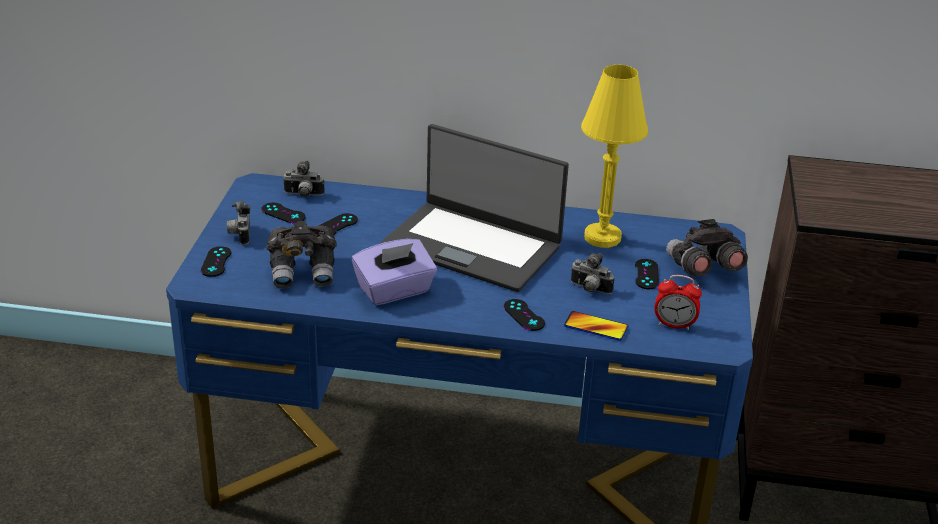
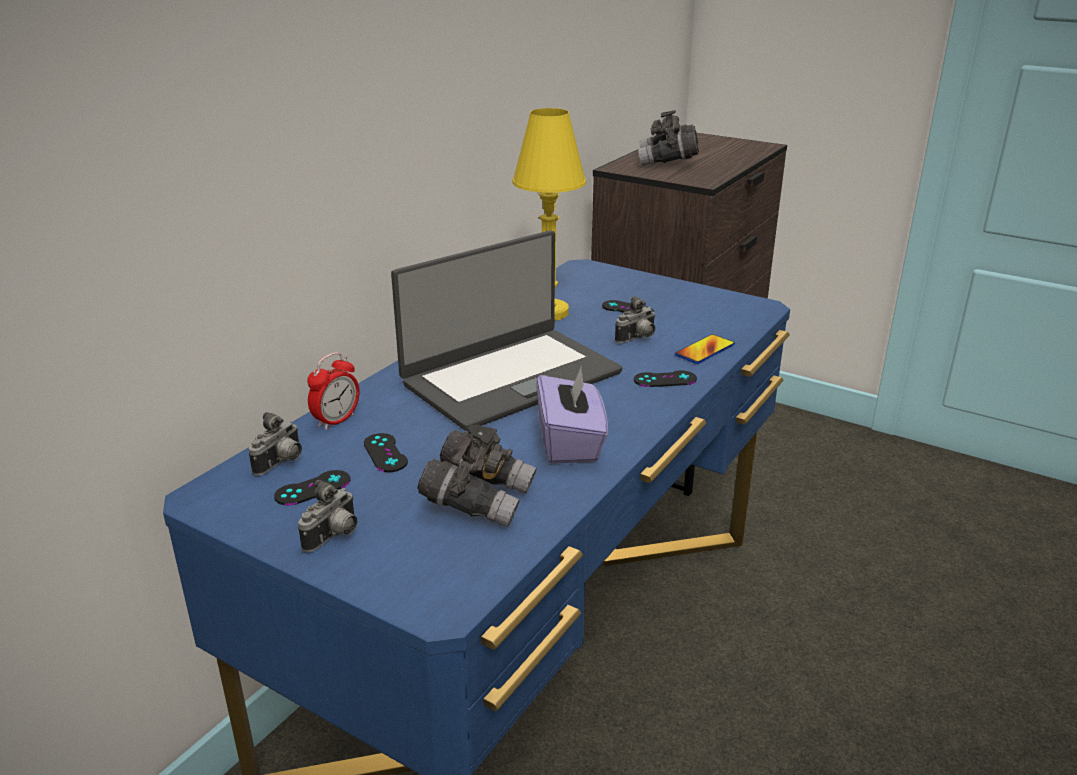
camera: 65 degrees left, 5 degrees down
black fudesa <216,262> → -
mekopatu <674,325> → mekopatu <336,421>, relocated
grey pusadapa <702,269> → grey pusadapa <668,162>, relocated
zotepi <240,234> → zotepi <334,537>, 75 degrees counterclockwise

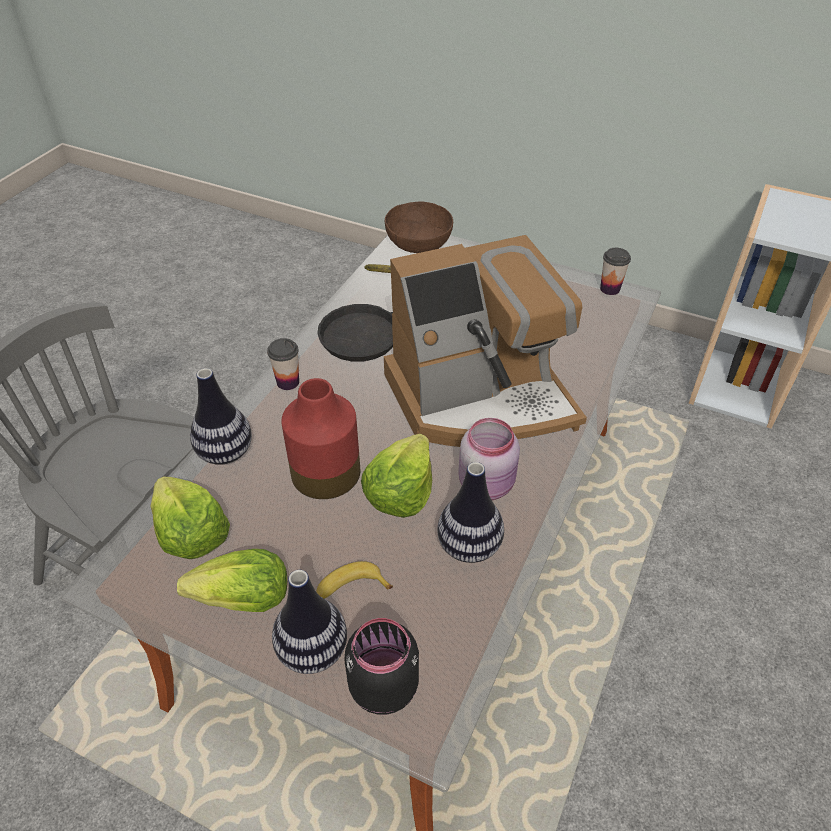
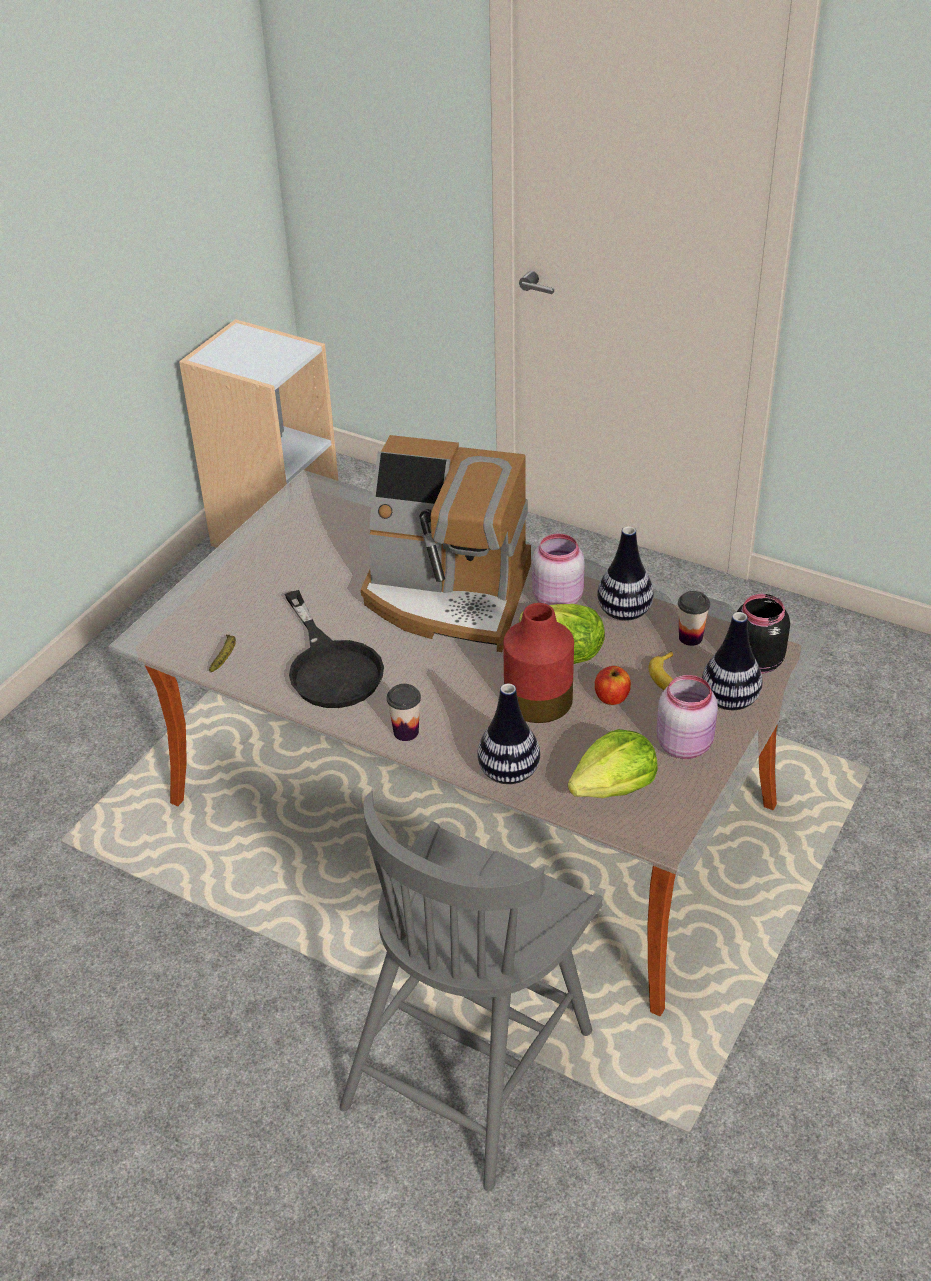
camera: 85 degrees left, 5 degrees down
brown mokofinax <418,243> → -
- → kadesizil <611,697>
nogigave <610,289> → nogigave <690,638>, relocated
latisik <244,600> → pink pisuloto <685,744>
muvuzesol <480,398> → muvuzesol <448,596>, 120 degrees clockwise

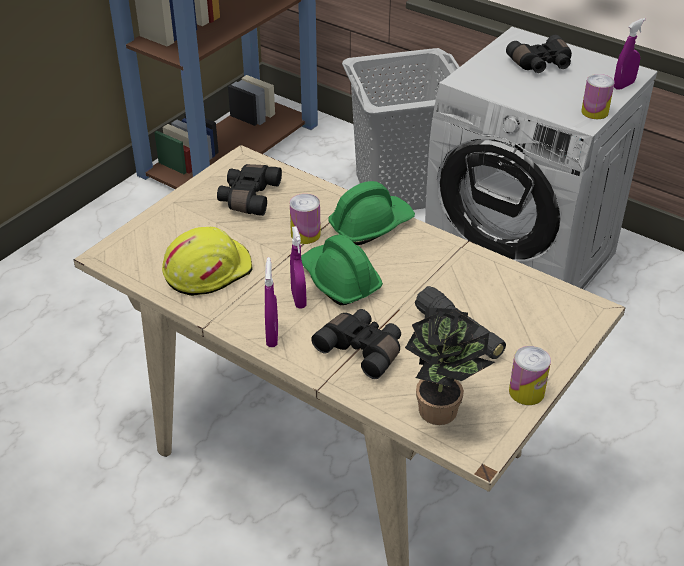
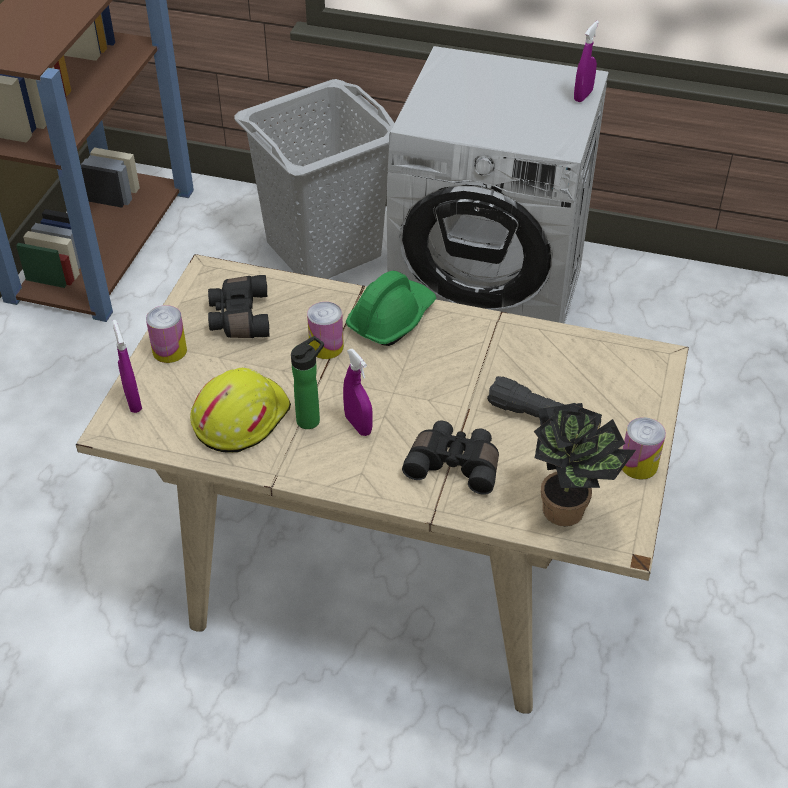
camera: 20 degrees left, 5 degrees up
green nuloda <339,280> → -
black pusadapa <541,64> → -
- → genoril <311,419>
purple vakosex <272,336> → purple vakosex <133,401>, relocated
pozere <594,112> → pozere <169,350>, relocated

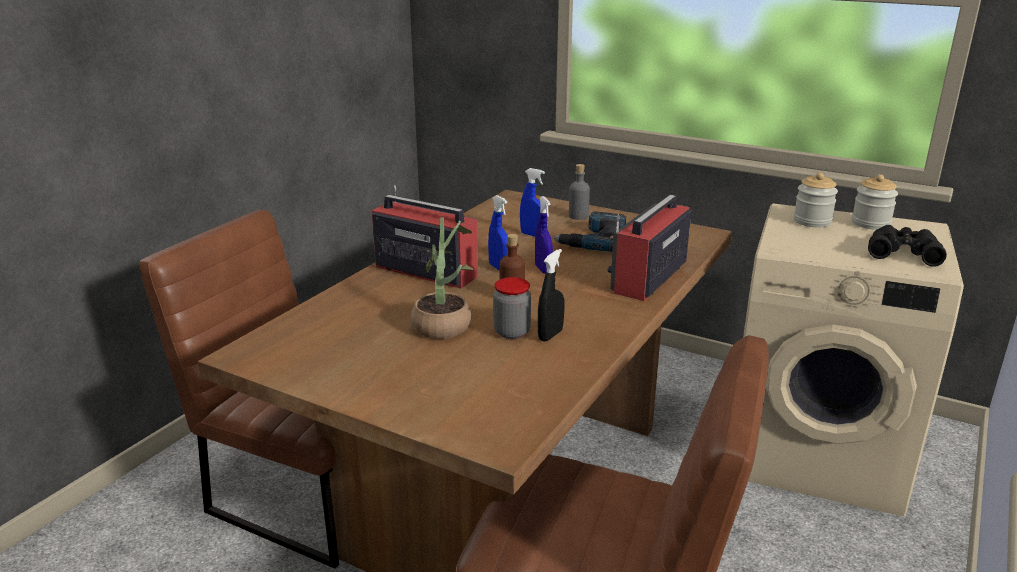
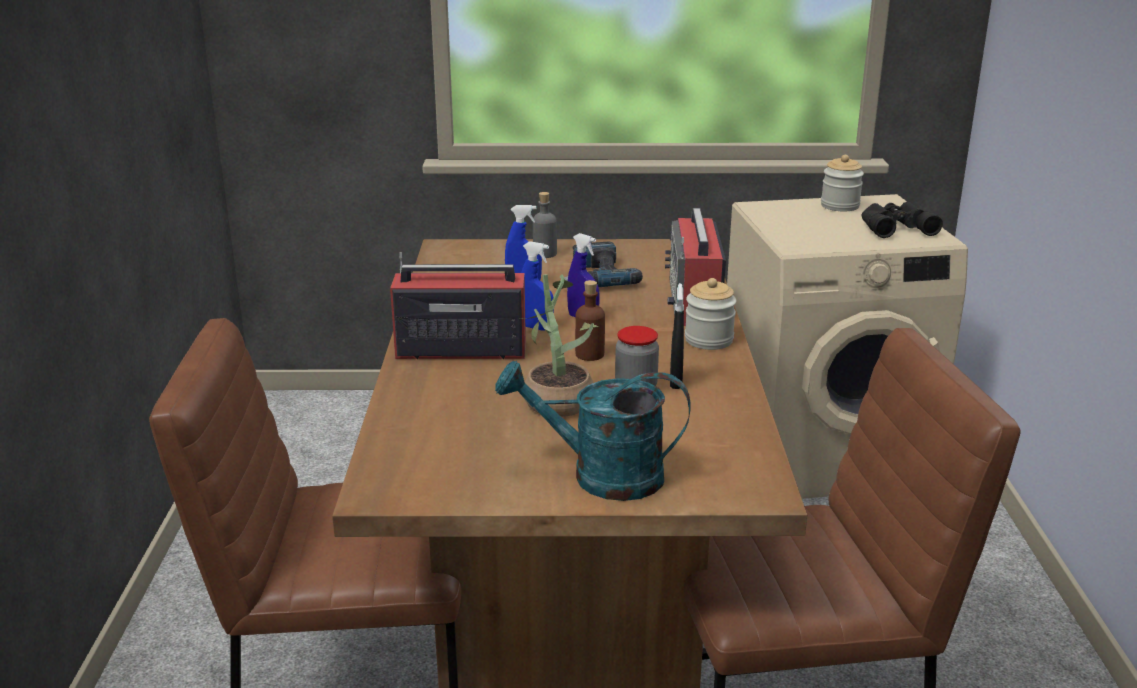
camera: 30 degrees left, 0 degrees up
- → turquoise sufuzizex <600,476>
pisuloto <812,221> → pisuloto <708,340>, relocated

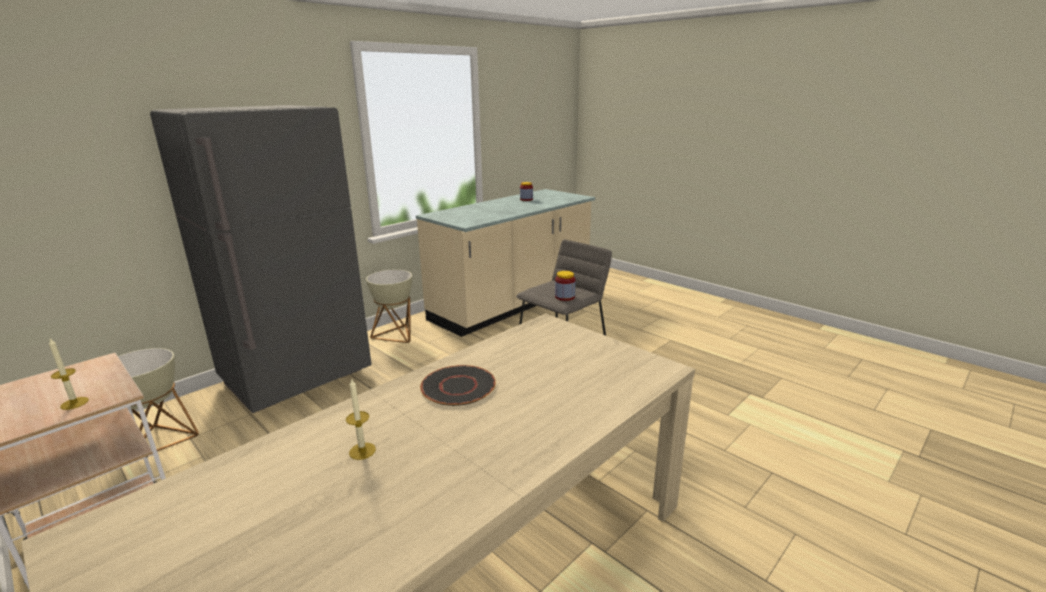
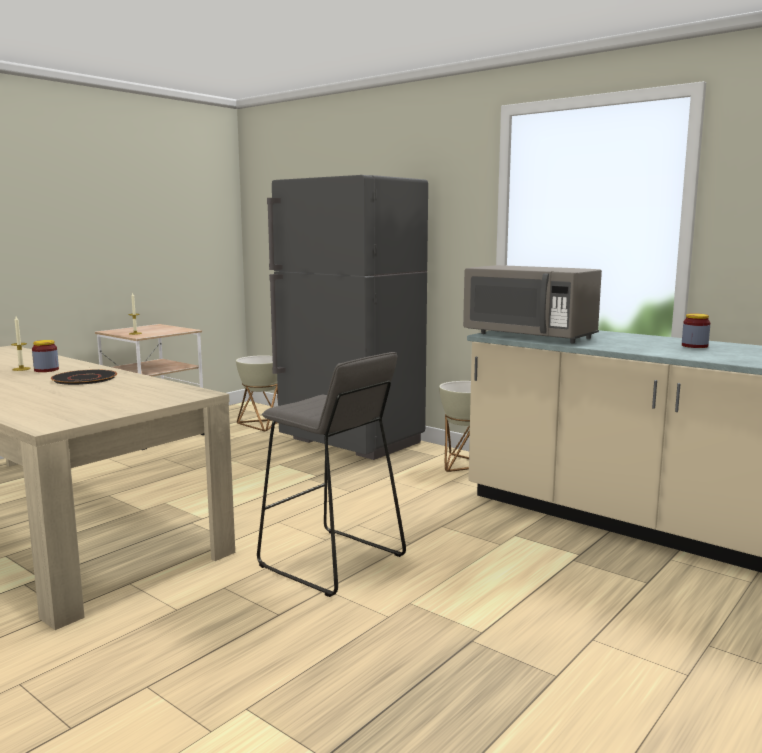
camera: 85 degrees right, 10 degrees down
- → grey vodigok <529,336>
pisuloto <564,297> → pisuloto <46,370>, relocated

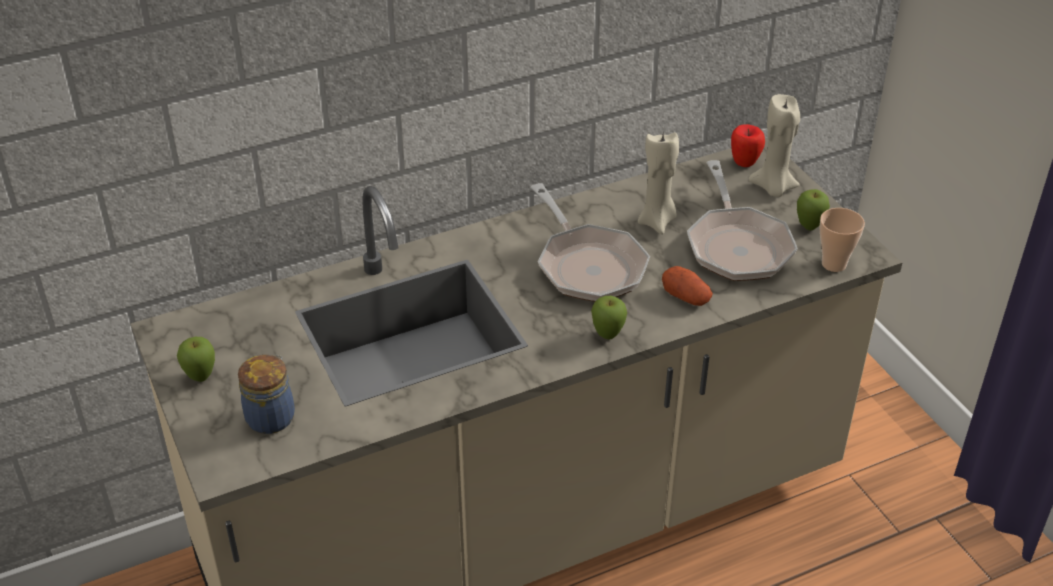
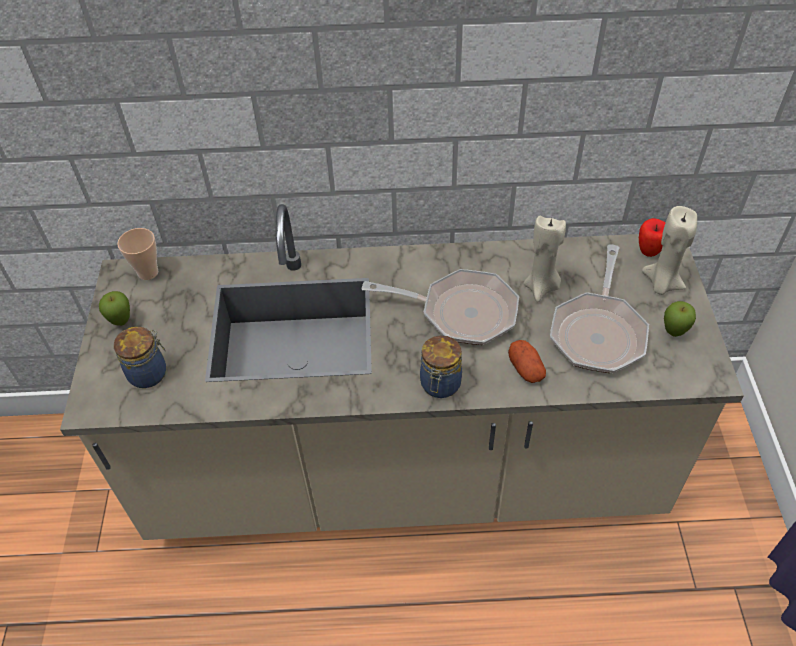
camera: 25 degrees right, 10 degrees up
nogigave <834,264> → nogigave <148,272>, relocated
kadesizil <607,336> → pisuloto <440,385>
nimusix <587,265> → nimusix <460,312>, 75 degrees counterclockwise

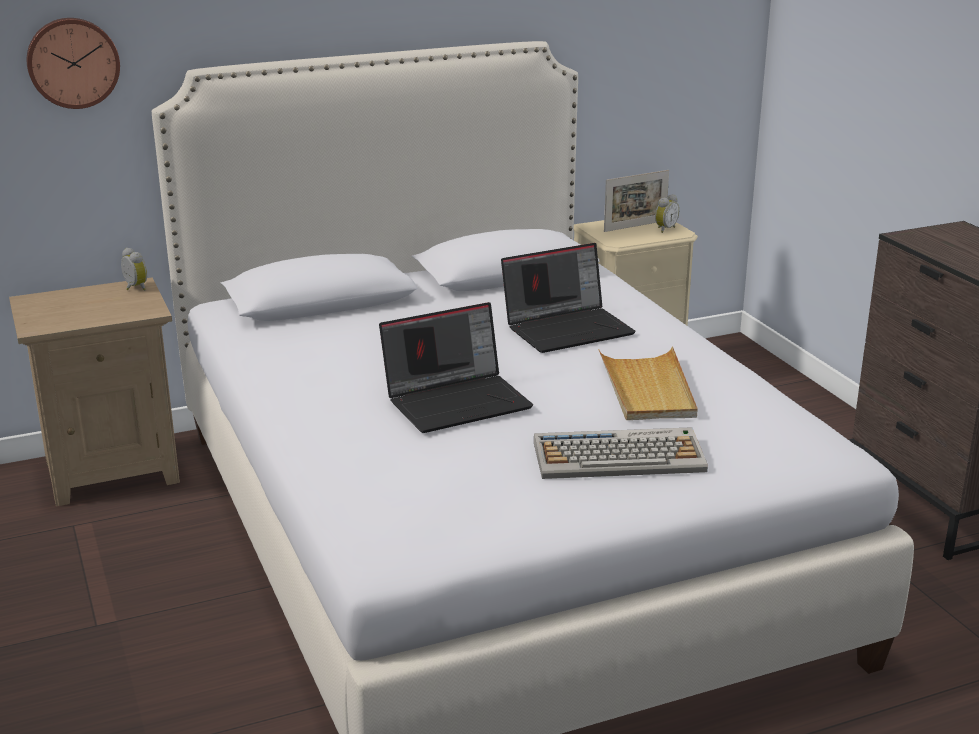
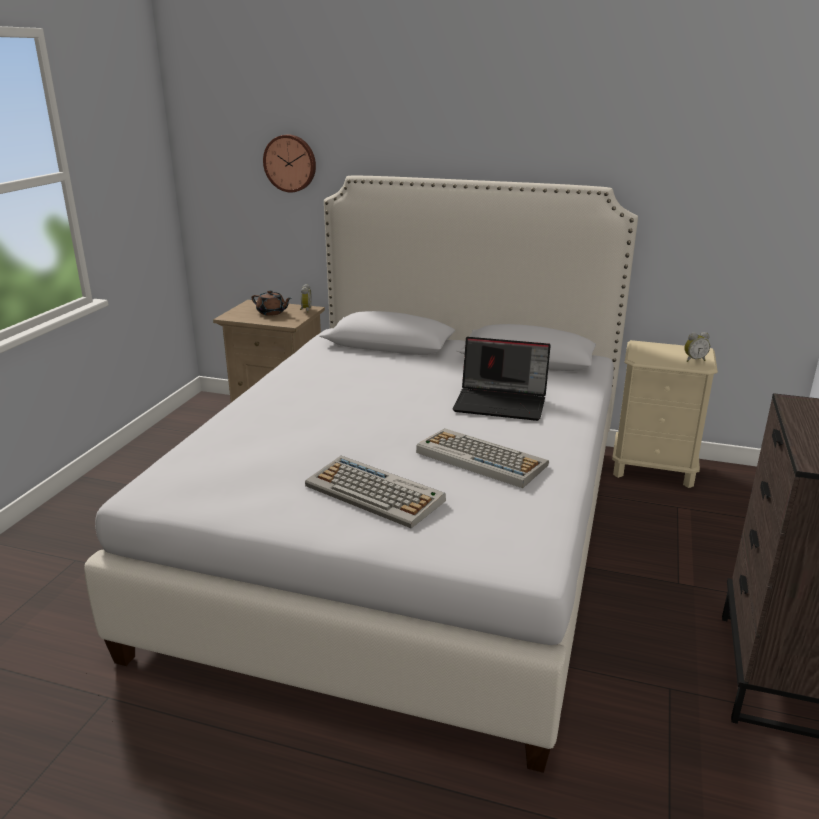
camera: 40 degrees right, 0 degrees up
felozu <458,401> → -
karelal <635,226> → -
- → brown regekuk <272,312>
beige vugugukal <647,389> → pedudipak <479,458>

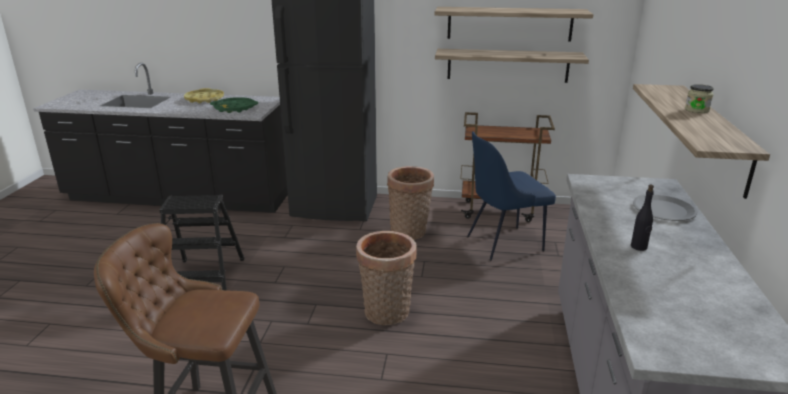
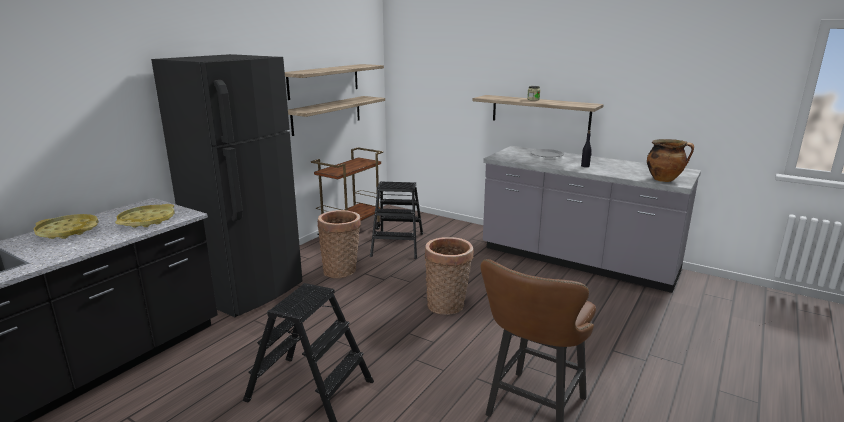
camera: 65 degrees left, 5 degrees down
- → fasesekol <664,179>
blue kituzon <504,244> → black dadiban <397,244>
green vugugukal <235,108> → yellow vugugukal <147,220>

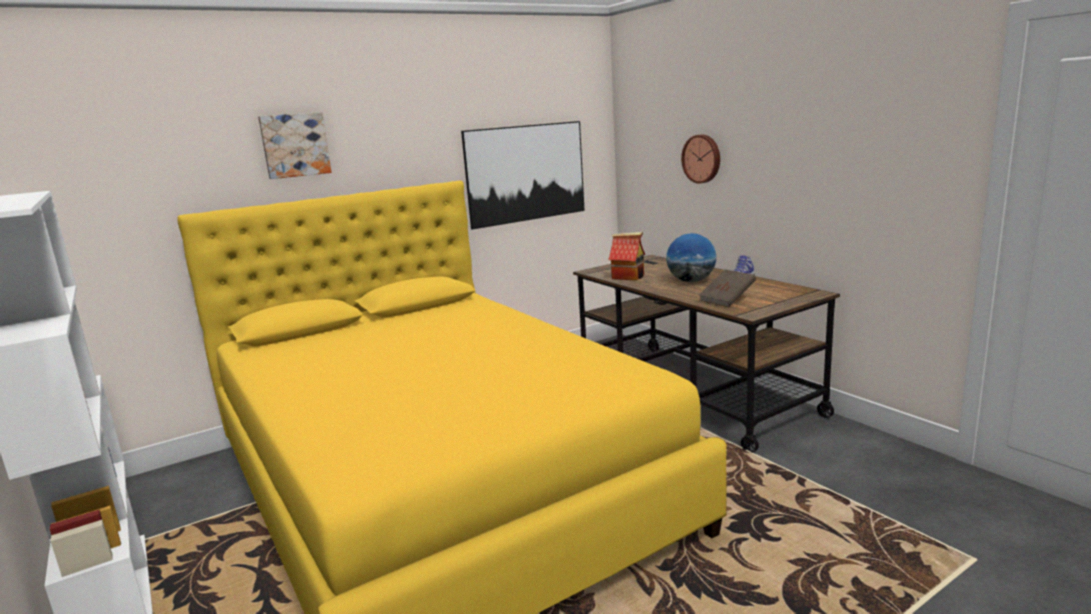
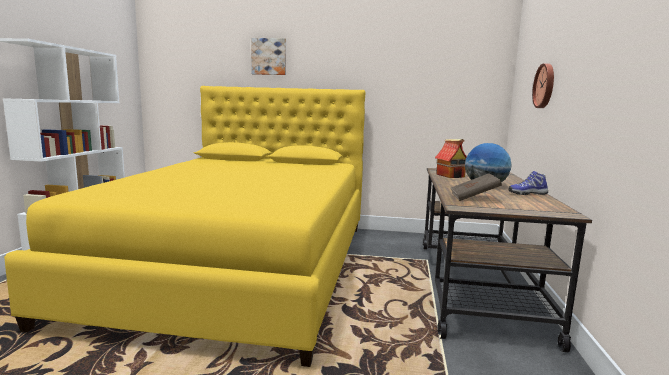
camera: 40 degrees right, 5 degrees down
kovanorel <526,173> → -

